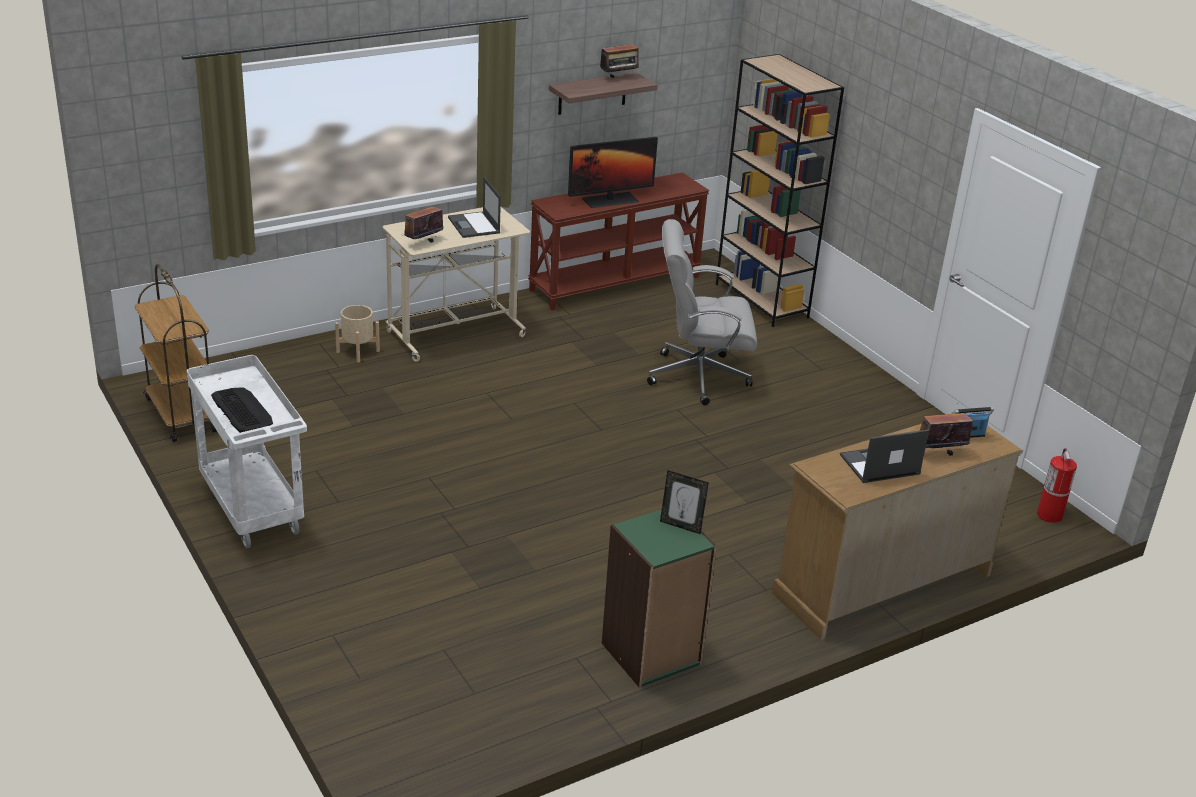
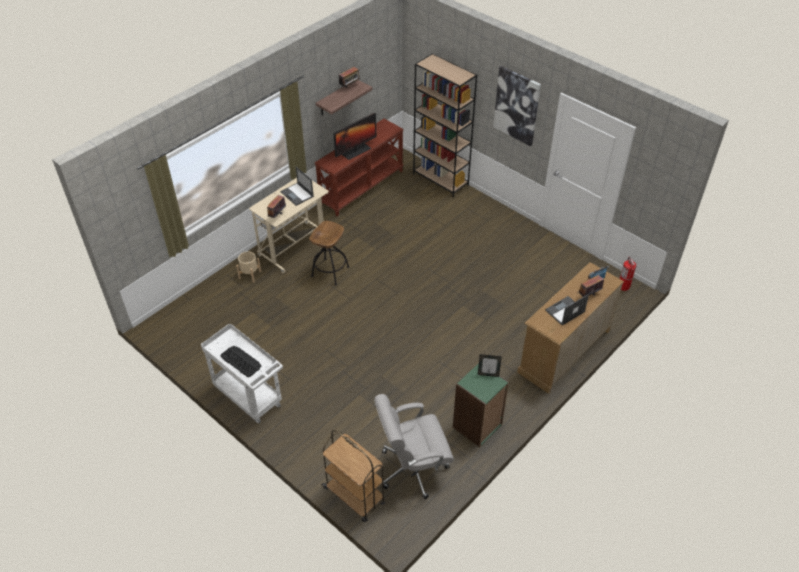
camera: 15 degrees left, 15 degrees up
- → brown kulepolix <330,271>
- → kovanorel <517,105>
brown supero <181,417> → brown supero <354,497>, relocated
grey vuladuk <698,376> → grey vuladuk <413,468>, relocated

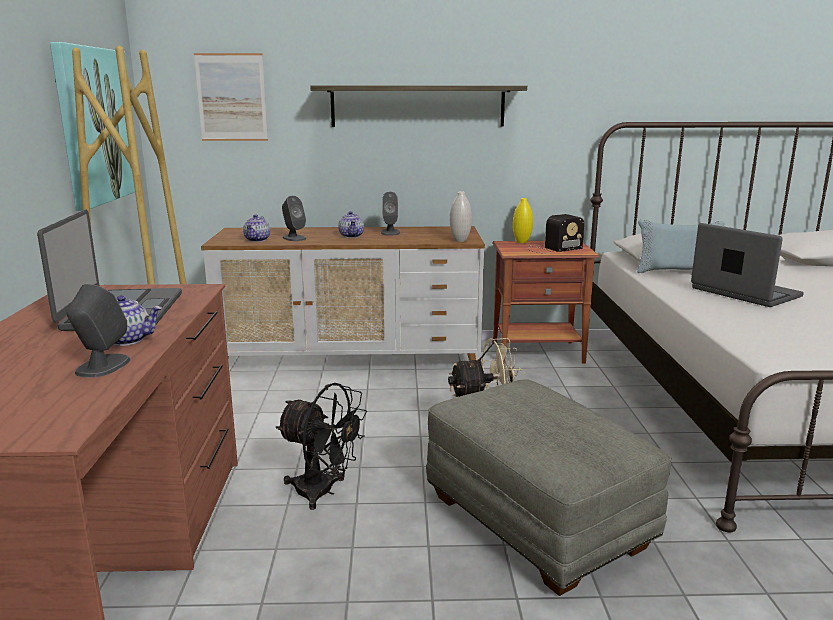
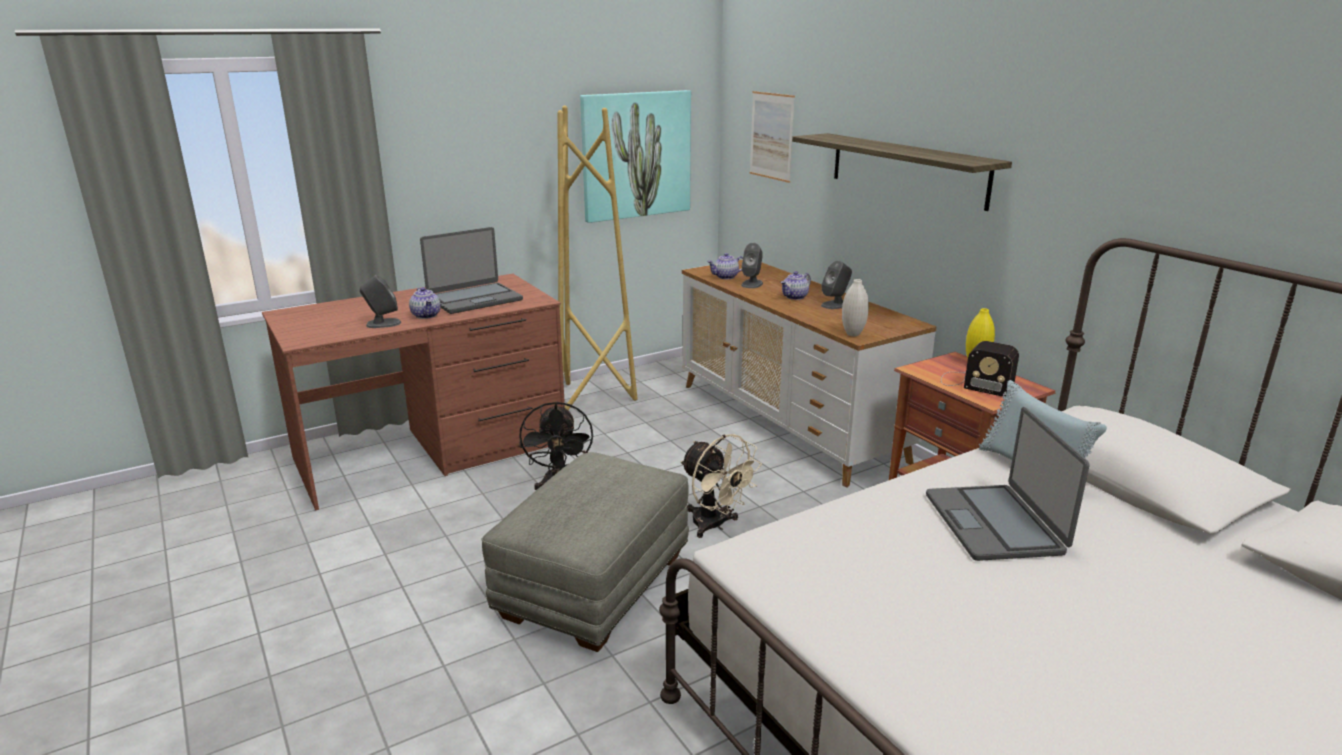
camera: 60 degrees right, 5 degrees up
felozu <744,293> → felozu <995,523>, 150 degrees clockwise

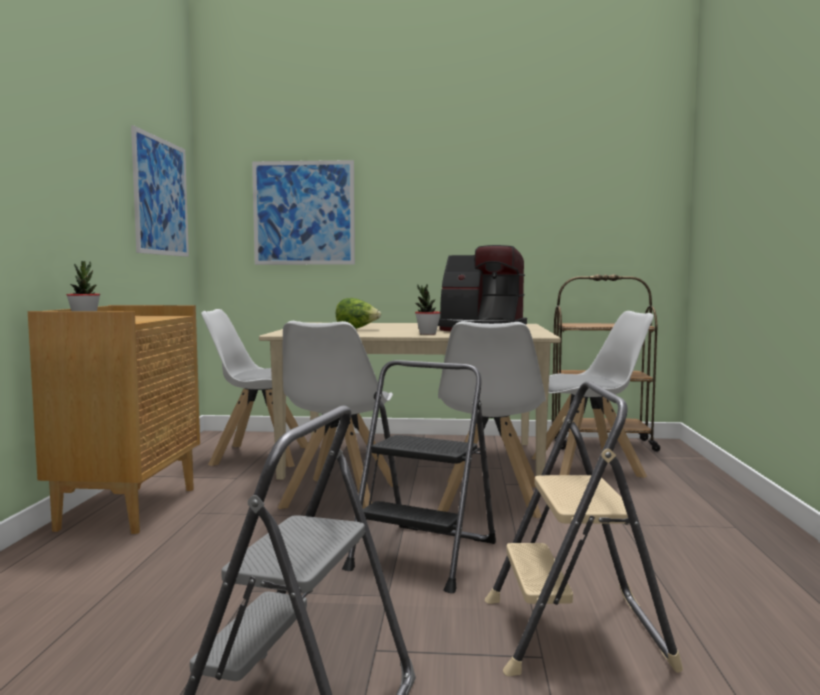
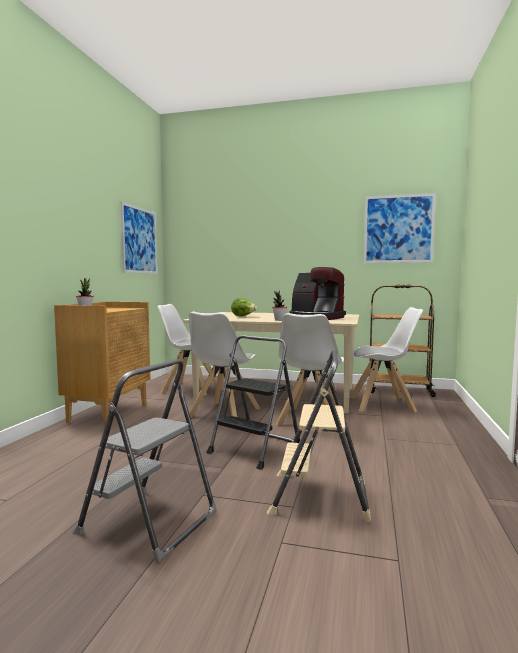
camera: 10 degrees right, 0 degrees up
kovanorel <304,213> → kovanorel <398,229>, relocated

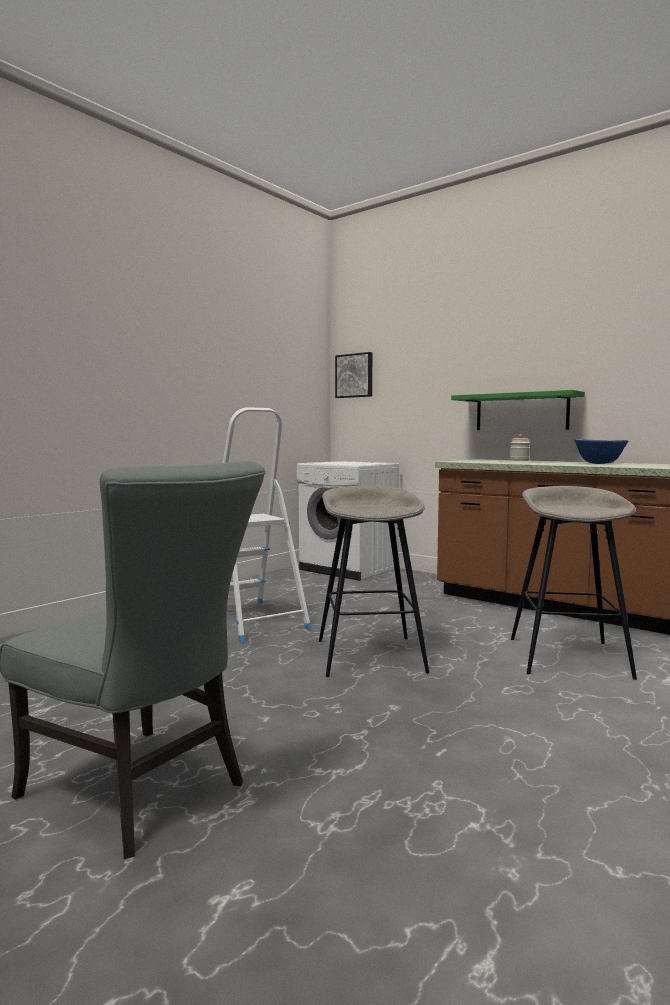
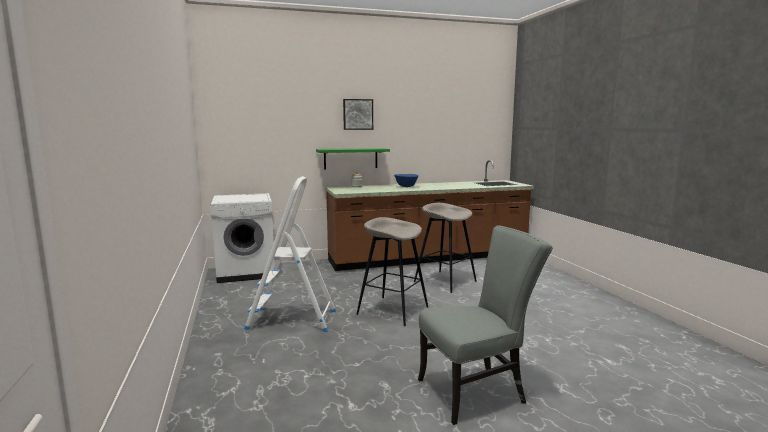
camera: 55 degrees left, 5 degrees up
kovanorel <355,375> → kovanorel <358,114>, relocated

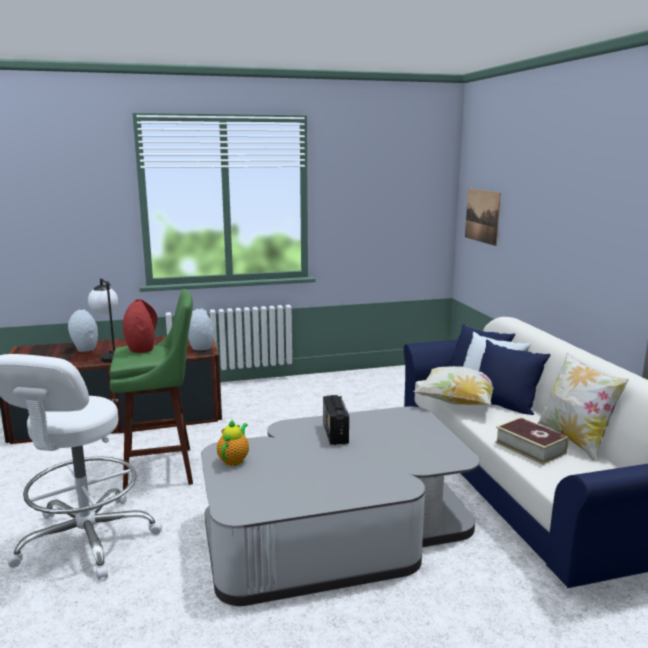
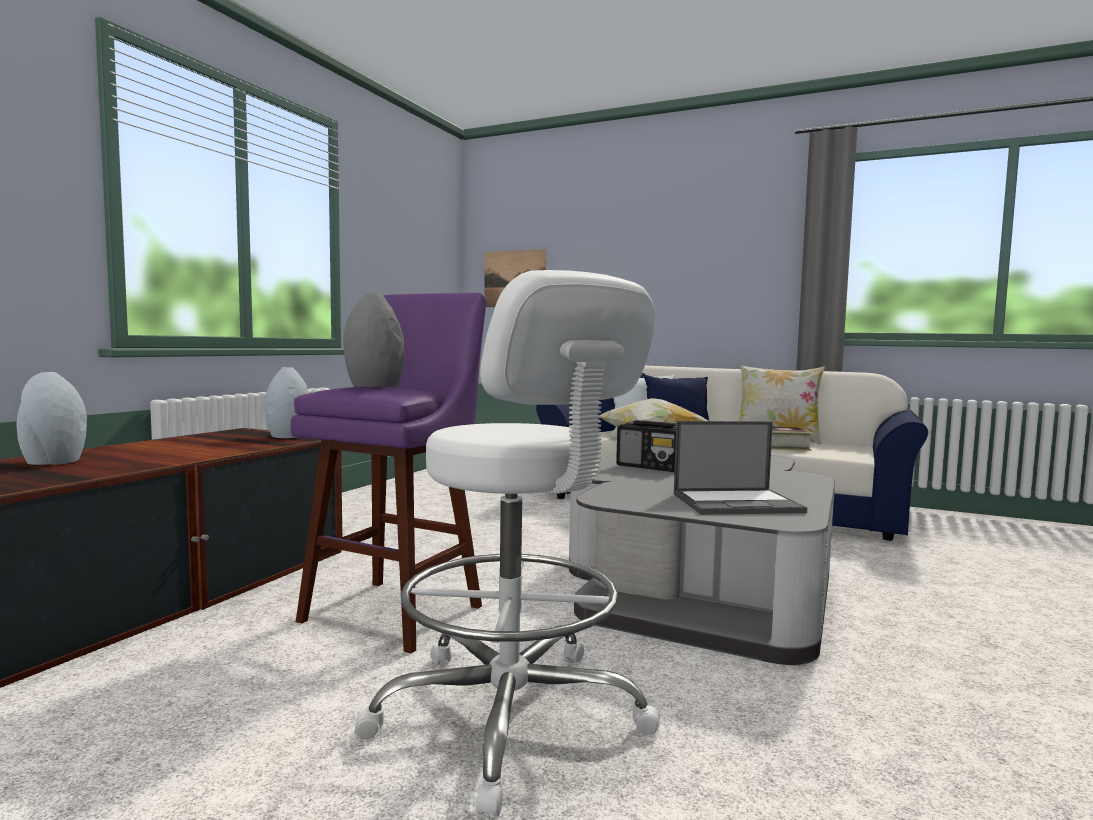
camera: 50 degrees left, 10 degrees down
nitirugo <110,356> → -
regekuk <234,460> → -
- → felozu <738,503>
green kulepolix <163,469> → purple kulepolix <398,611>
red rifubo <142,349> → grey rifubo <373,386>

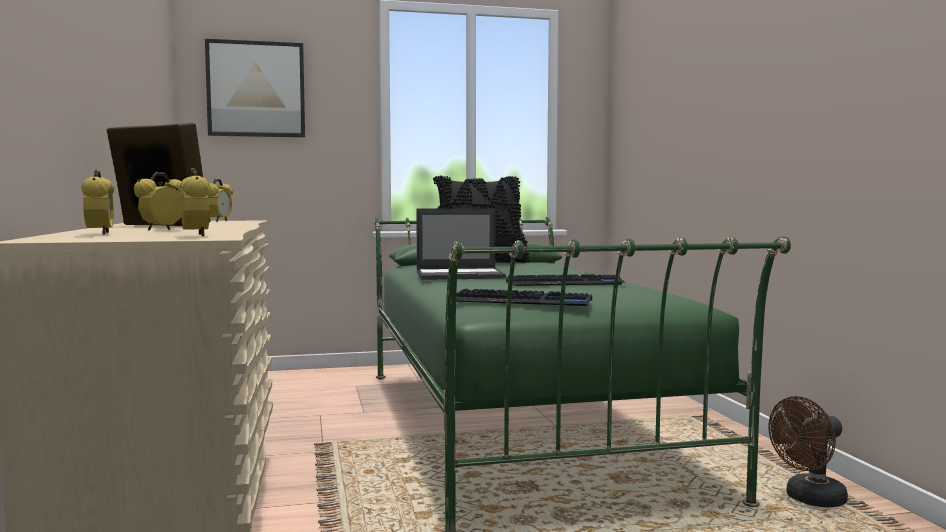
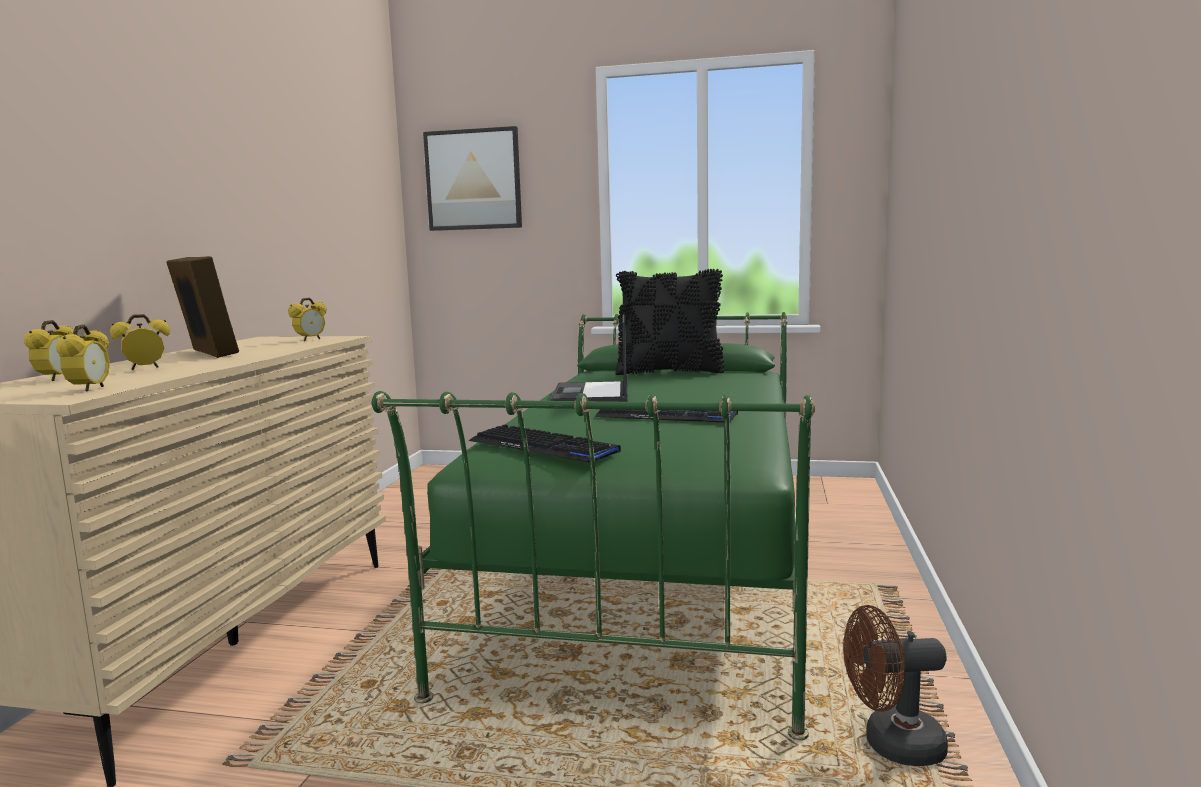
camera: 25 degrees right, 5 degrees up
felozu <461,275> → felozu <591,394>, 75 degrees clockwise

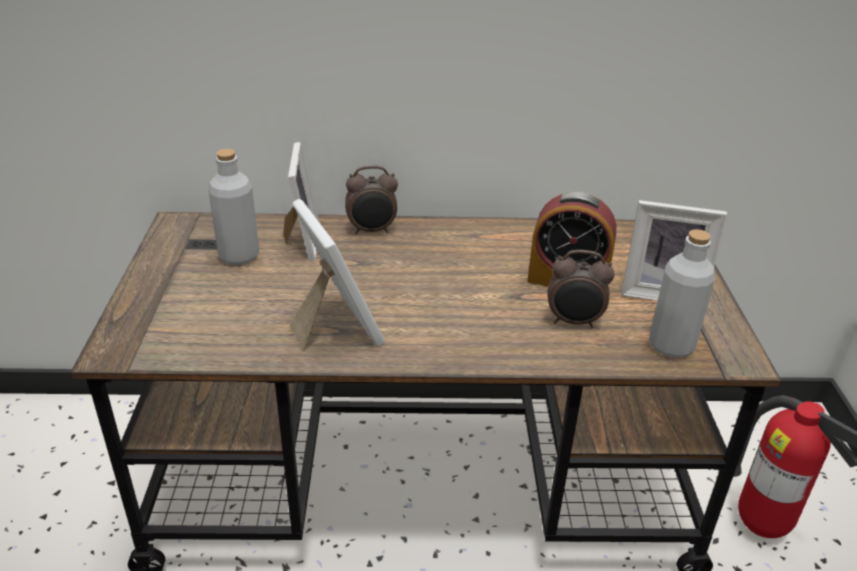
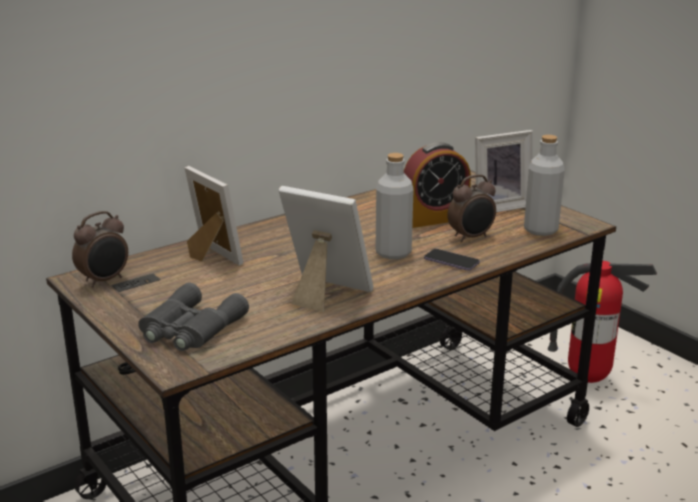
camera: 35 degrees left, 10 degrees down
- → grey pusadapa <189,328>
- → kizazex <451,261>
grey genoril <239,256> → grey genoril <393,253>, relocated
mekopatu <372,231> → mekopatu <105,280>, relocated

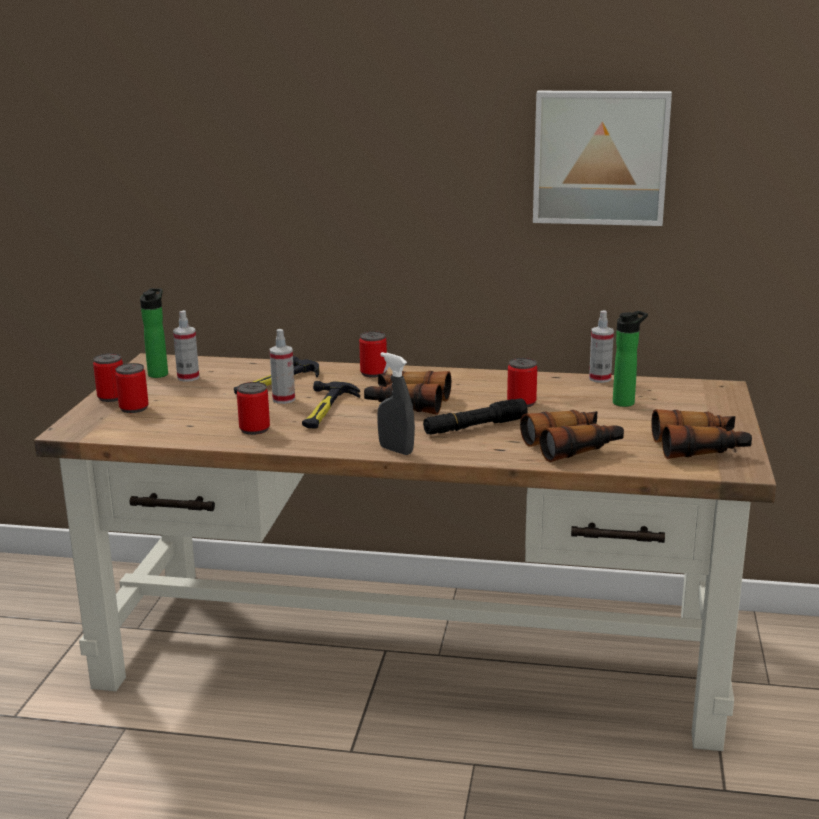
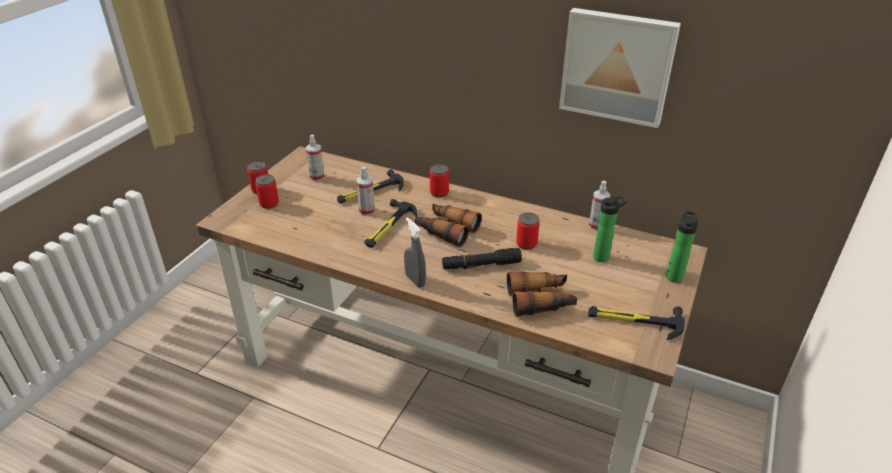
camera: 15 degrees right, 15 degrees up
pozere <254,429> → -
genoril <159,373> → genoril <674,275>, relocated
pusadapa <700,448> → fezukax <635,321>

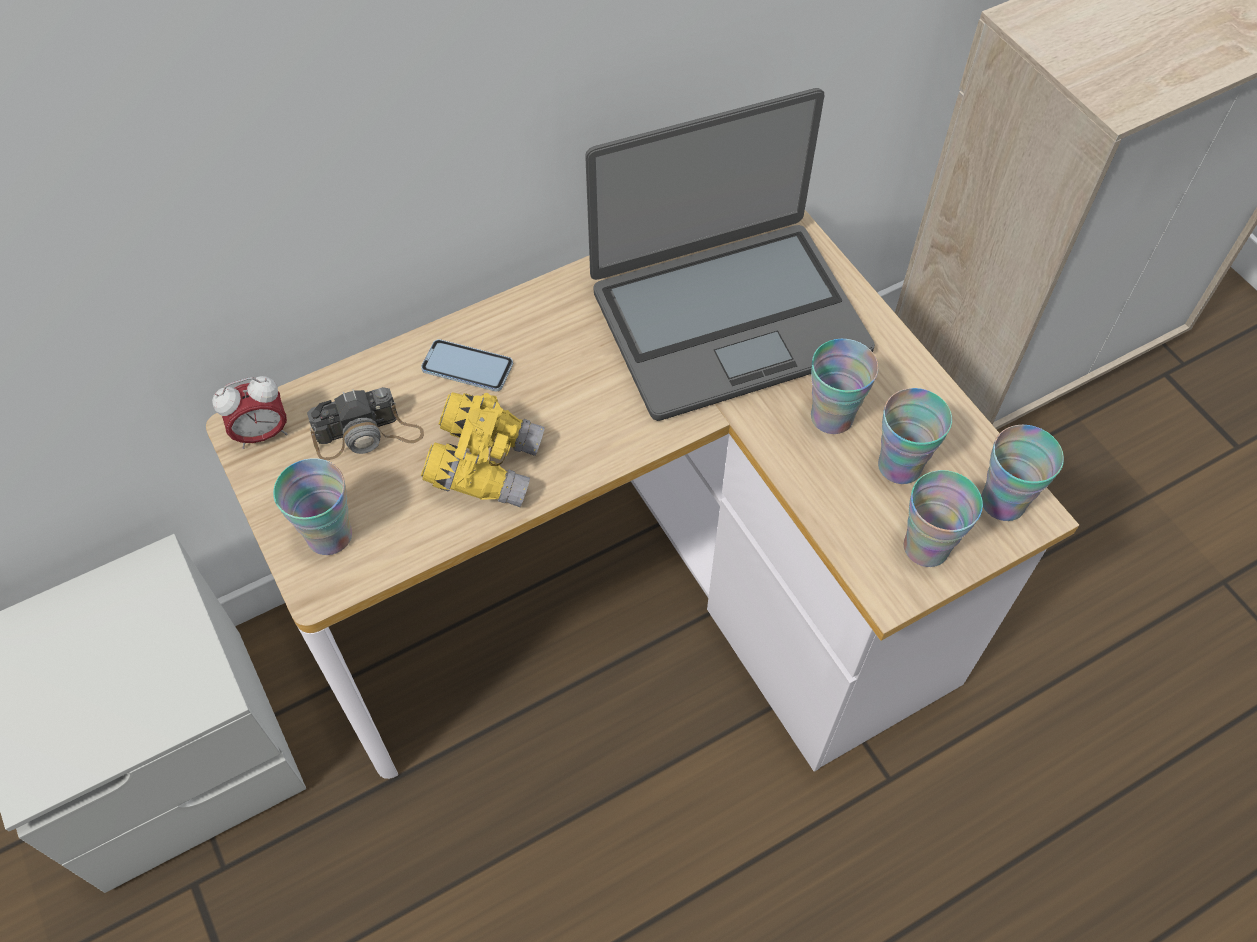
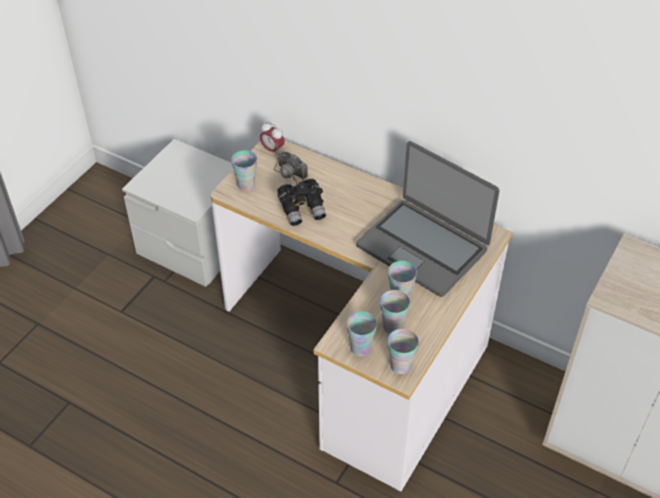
camera: 60 degrees right, 10 degrees down
kizazex <467,367> → -
yellow pusadapa <486,464> → black pusadapa <302,210>

